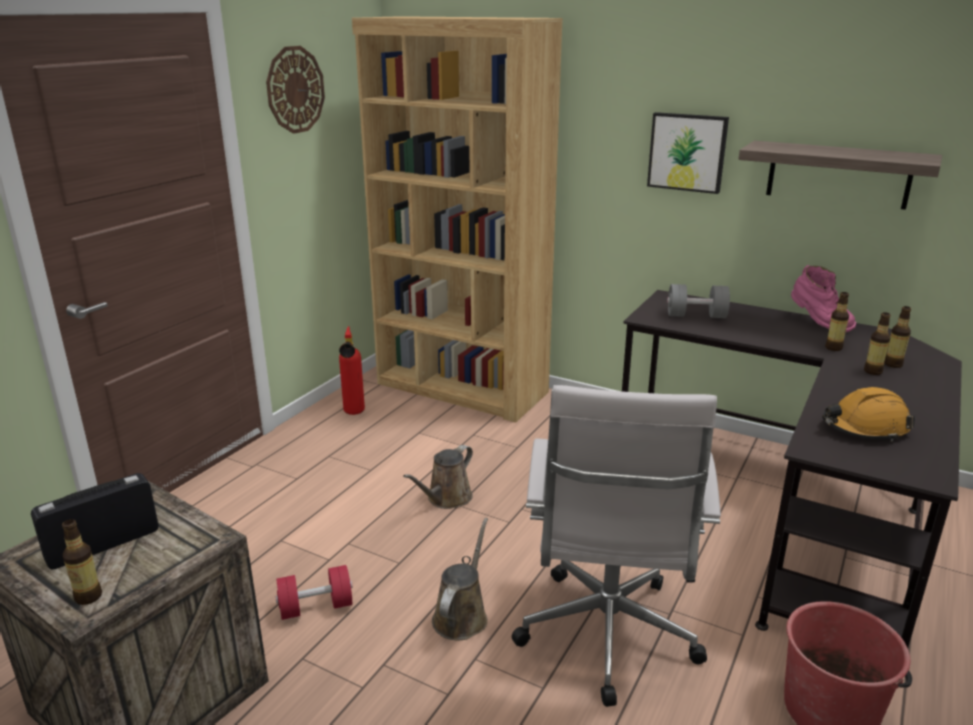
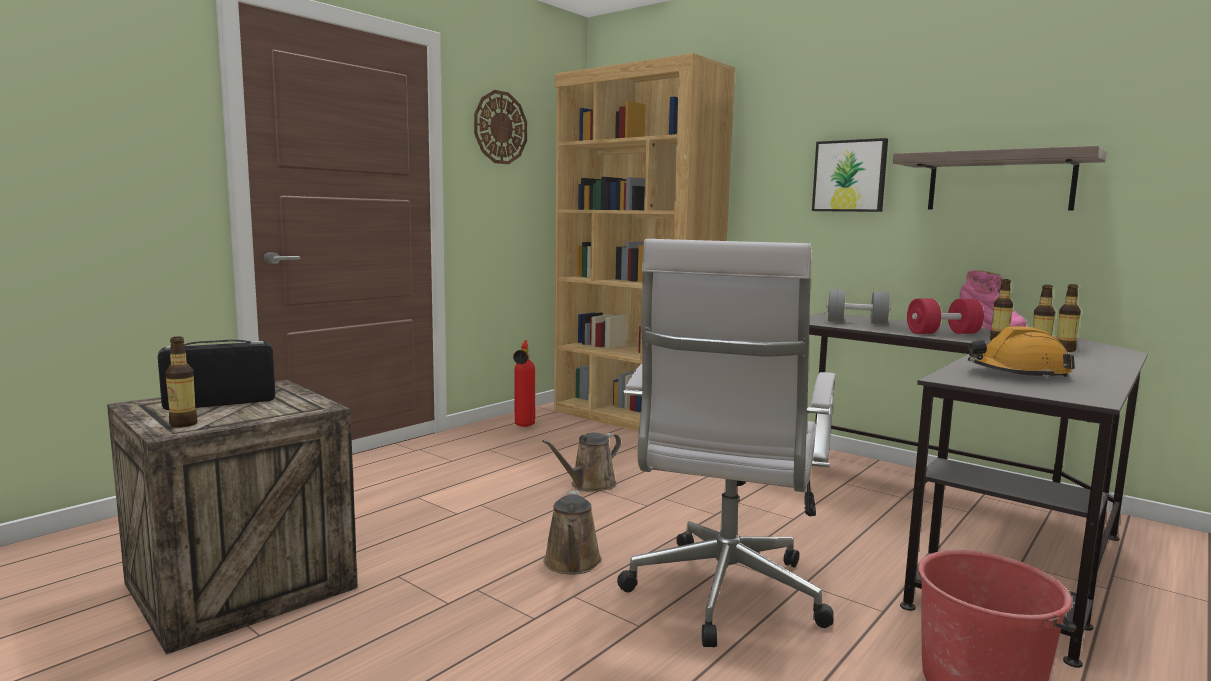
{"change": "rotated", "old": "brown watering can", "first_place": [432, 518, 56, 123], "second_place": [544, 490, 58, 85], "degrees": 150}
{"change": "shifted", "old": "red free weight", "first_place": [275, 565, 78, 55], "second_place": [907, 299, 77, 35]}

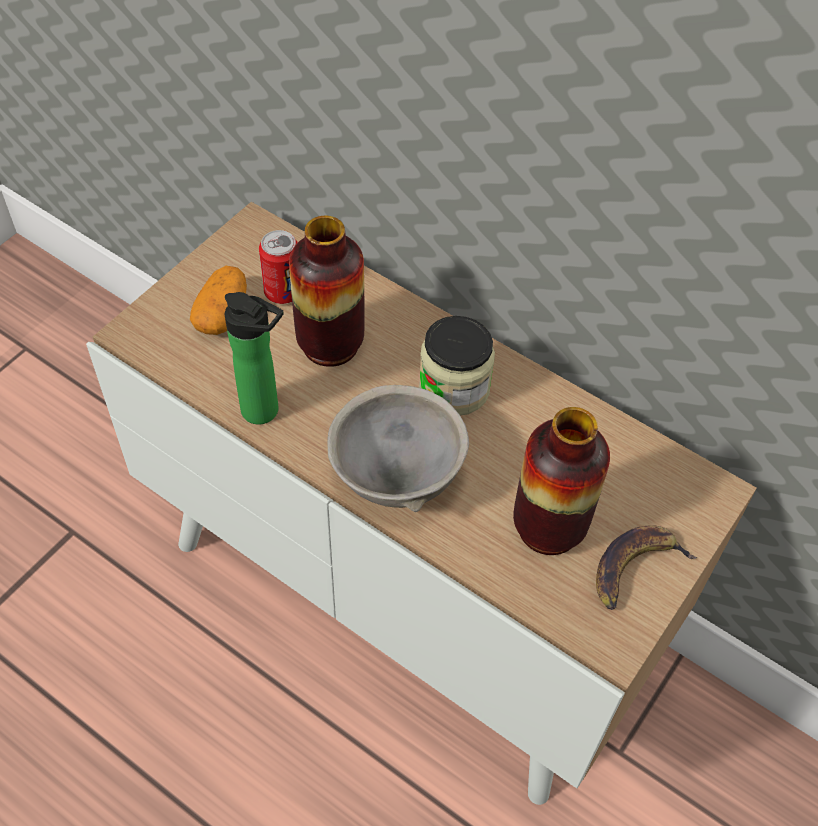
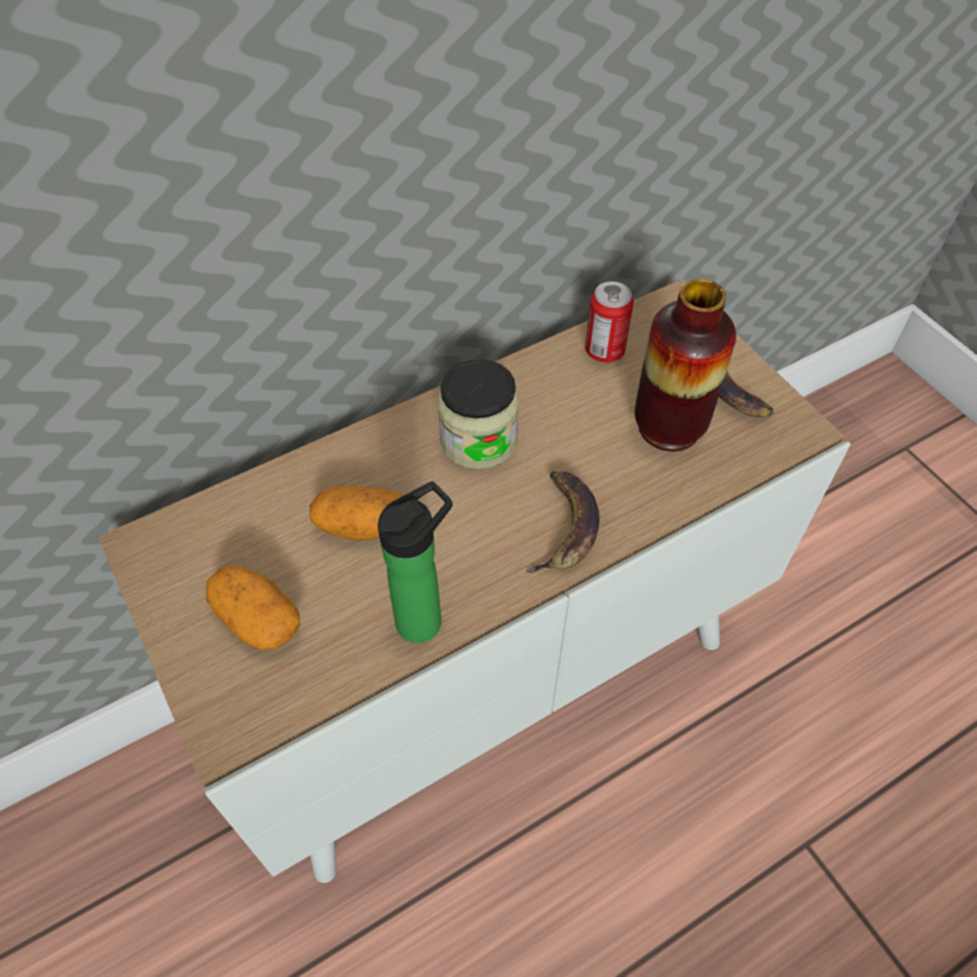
{"change": "swapped", "old": "decorative vase", "new": "potato", "first_place": [289, 216, 76, 151], "second_place": [310, 486, 94, 55]}
{"change": "swapped", "old": "greyish bowl", "new": "whole banana", "first_place": [327, 385, 142, 127], "second_place": [526, 471, 74, 102]}
{"change": "shifted", "old": "metal can", "first_place": [259, 230, 39, 74], "second_place": [585, 281, 49, 82]}

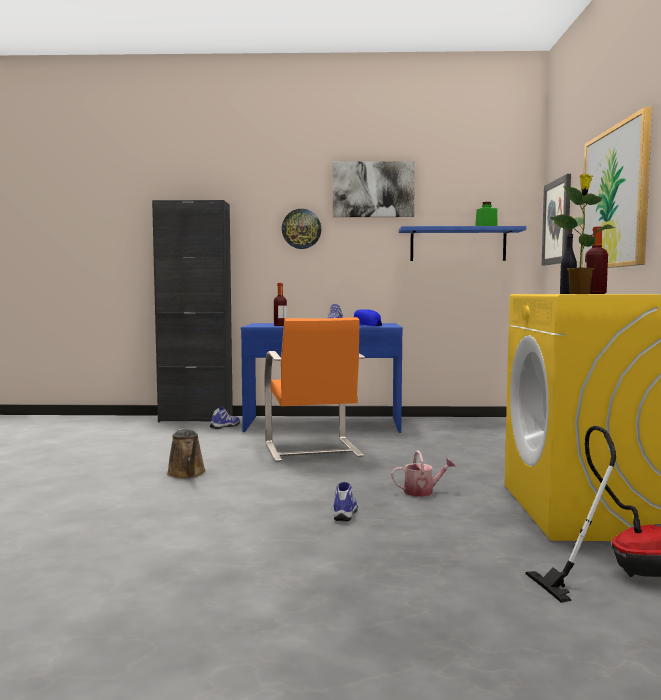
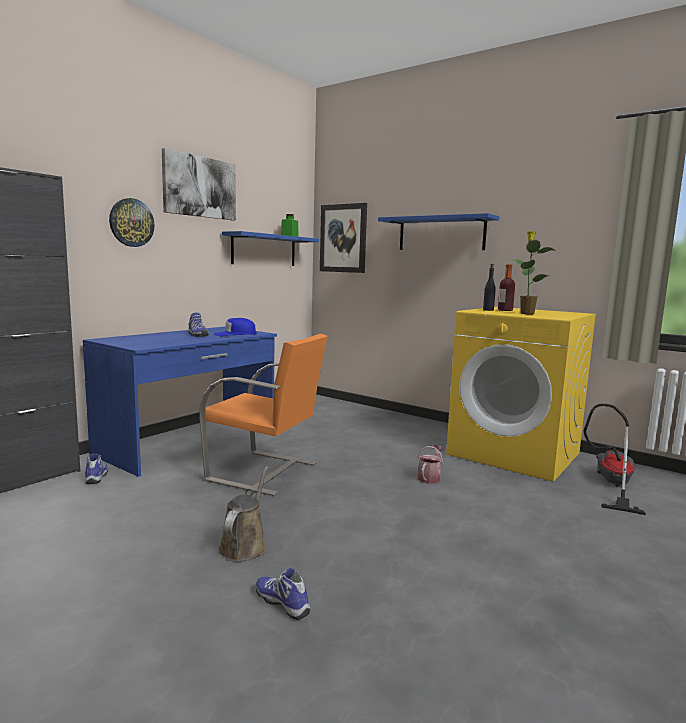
{"change": "rotated", "old": "brown watering can", "first_place": [167, 429, 39, 50], "second_place": [218, 466, 50, 96], "degrees": -90}
{"change": "shifted", "old": "low shoe", "first_place": [333, 482, 25, 39], "second_place": [256, 568, 54, 52]}
{"change": "swapped", "old": "wall picture", "new": "bluish wall shelf", "first_place": [581, 107, 71, 161], "second_place": [378, 213, 122, 37]}
{"change": "gone", "old": "bottle", "first_place": [274, 283, 13, 43]}

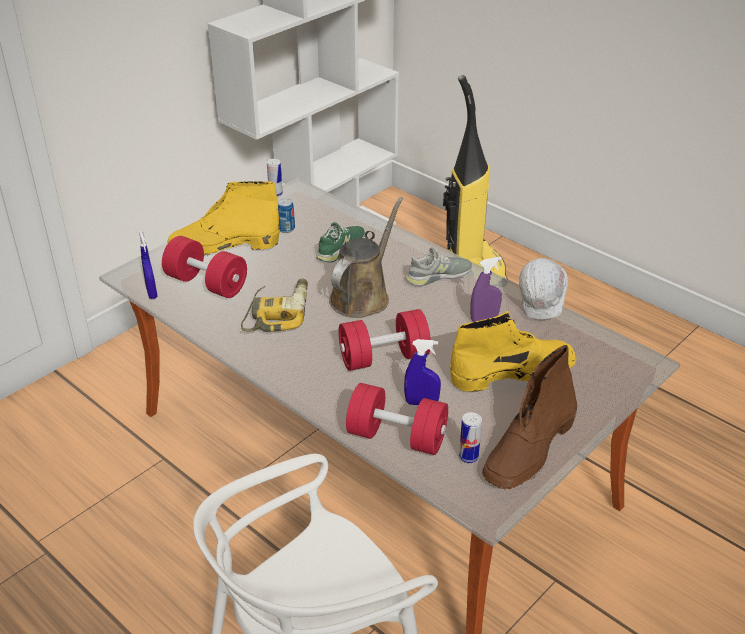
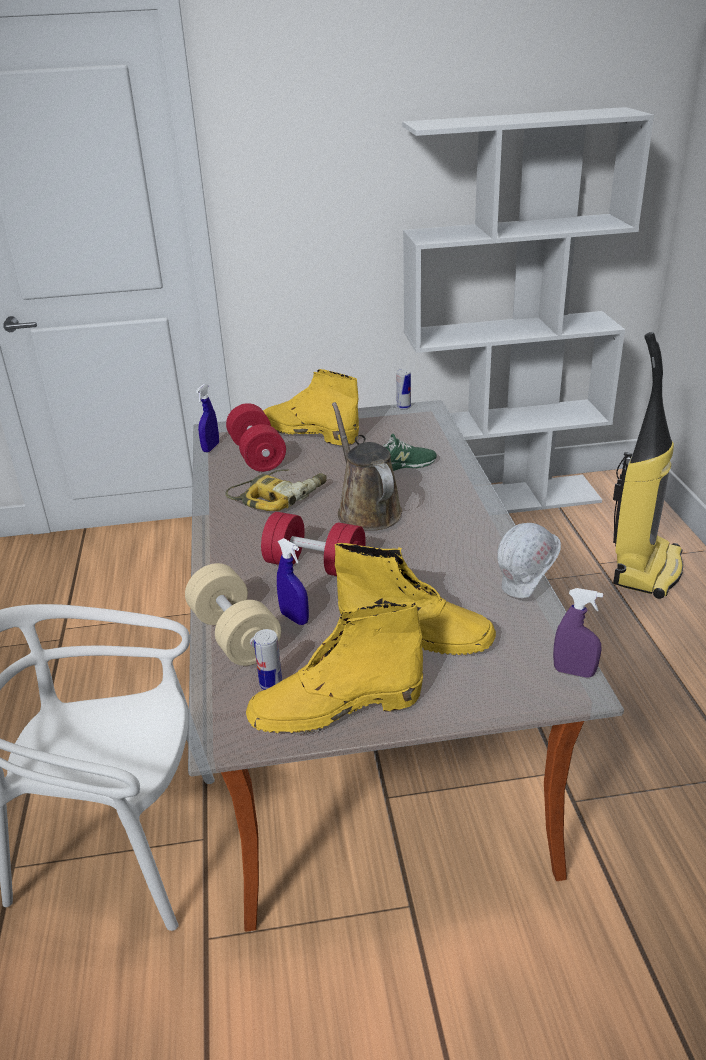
{"change": "repainted", "old": "red free weight", "new": "beige-coloured free weight", "first_place": [346, 383, 102, 72], "second_place": [185, 563, 96, 103]}
{"change": "repainted", "old": "brown high-top boot", "new": "yellow high-top boot", "first_place": [482, 345, 95, 144], "second_place": [246, 602, 177, 133]}
{"change": "rotated", "old": "brown watering can", "first_place": [329, 197, 74, 121], "second_place": [332, 402, 70, 129], "degrees": -90}
{"change": "shifted", "old": "purple hand sprayer", "first_place": [470, 257, 32, 65], "second_place": [553, 588, 50, 90]}
{"change": "gone", "old": "metal can", "first_place": [278, 198, 17, 35]}
{"change": "gone", "old": "greyish low shoe", "first_place": [406, 247, 66, 39]}

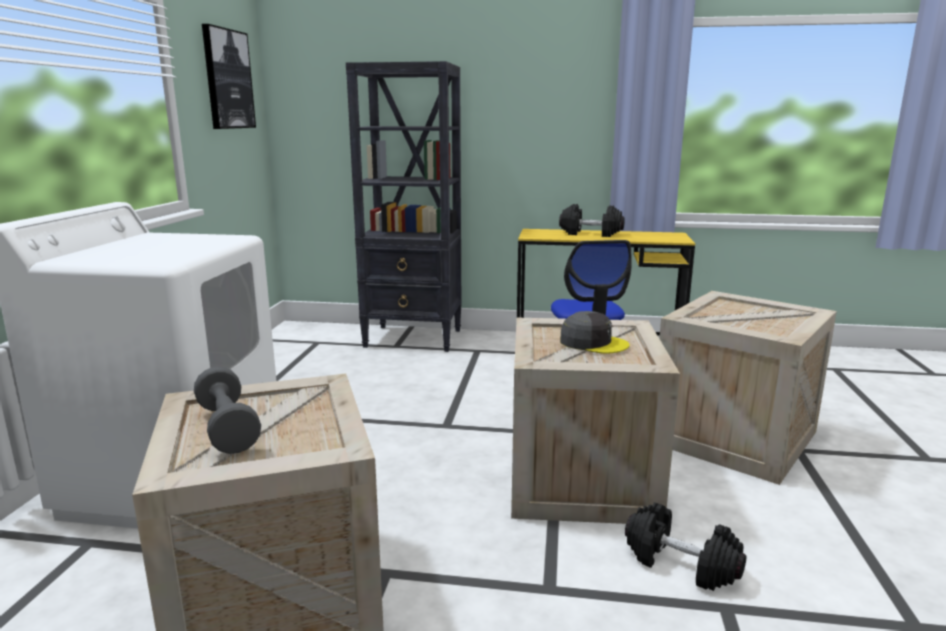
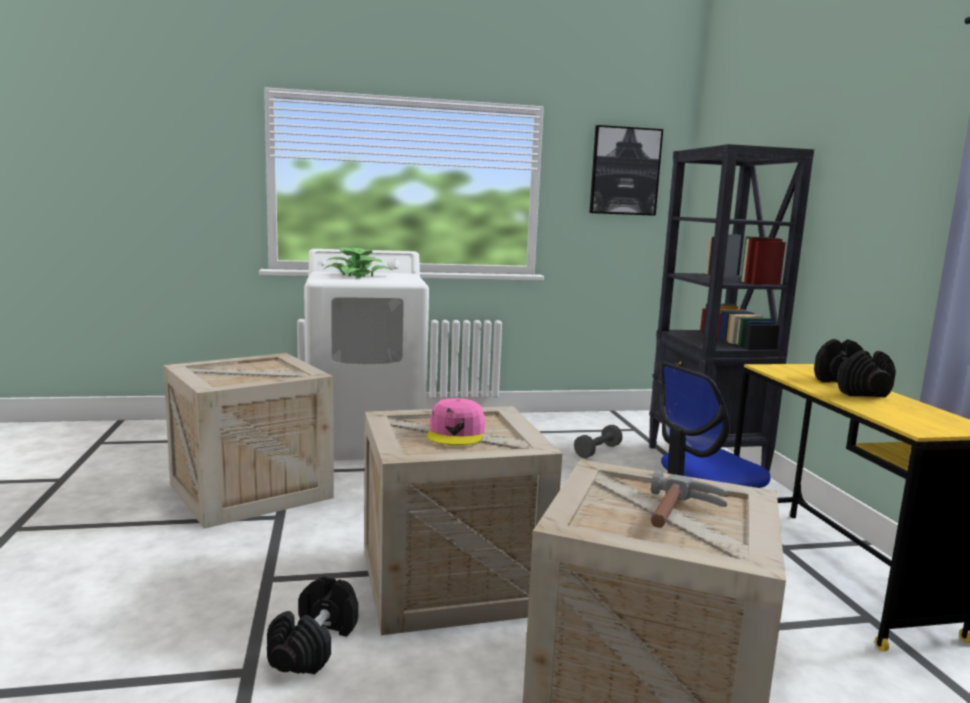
{"change": "new", "new": "plant in a pot", "second_place": [324, 248, 69, 30]}
{"change": "repainted", "old": "greyish peaked cap", "new": "pinkish peaked cap", "first_place": [560, 311, 70, 43], "second_place": [427, 398, 58, 47]}
{"change": "shifted", "old": "greyish free weight", "first_place": [194, 367, 67, 87], "second_place": [574, 425, 49, 33]}
{"change": "new", "new": "hammer", "second_place": [651, 470, 78, 58]}

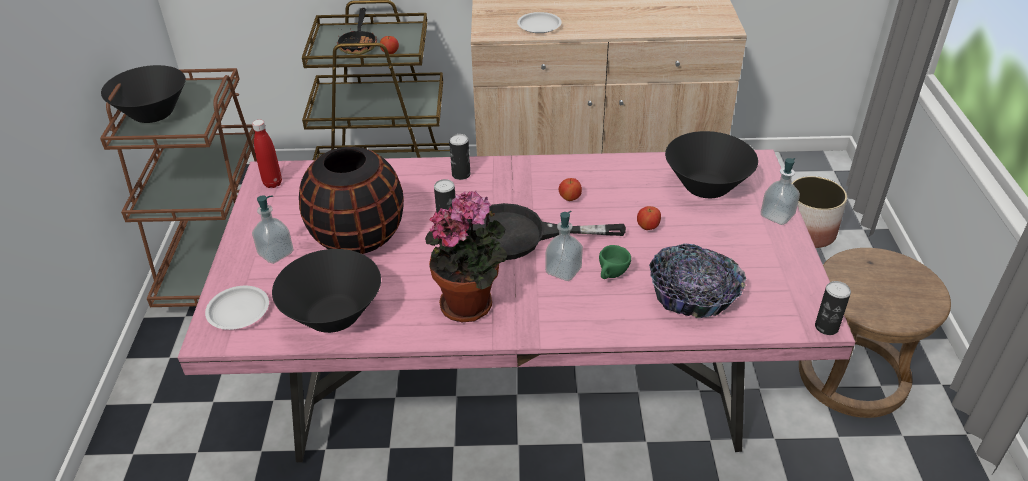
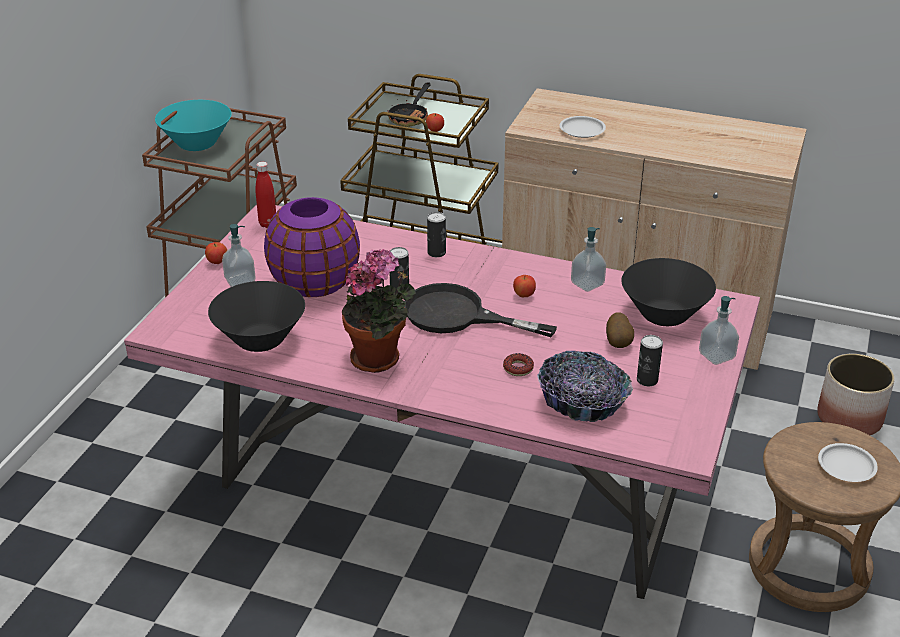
{"change": "repainted", "old": "blackish bowl", "new": "turquoise-coloured bowl", "first_place": [101, 65, 85, 58], "second_place": [155, 100, 77, 51]}
{"change": "shifted", "old": "apple", "first_place": [637, 206, 24, 24], "second_place": [205, 242, 22, 22]}
{"change": "repainted", "old": "blackish decorative vase", "new": "purple decorative vase", "first_place": [299, 147, 105, 107], "second_place": [264, 197, 96, 100]}
{"change": "swapped", "old": "green-coloured cup", "new": "doughnut", "first_place": [599, 245, 32, 34], "second_place": [503, 353, 31, 23]}
{"change": "shifted", "old": "soap bottle", "first_place": [545, 211, 38, 70], "second_place": [571, 227, 35, 65]}
{"change": "new", "new": "potato", "second_place": [606, 313, 28, 35]}
{"change": "shifted", "old": "metal can", "first_place": [815, 281, 36, 54], "second_place": [637, 335, 26, 51]}
{"change": "shifted", "old": "white plate", "first_place": [205, 286, 64, 44], "second_place": [818, 443, 60, 39]}

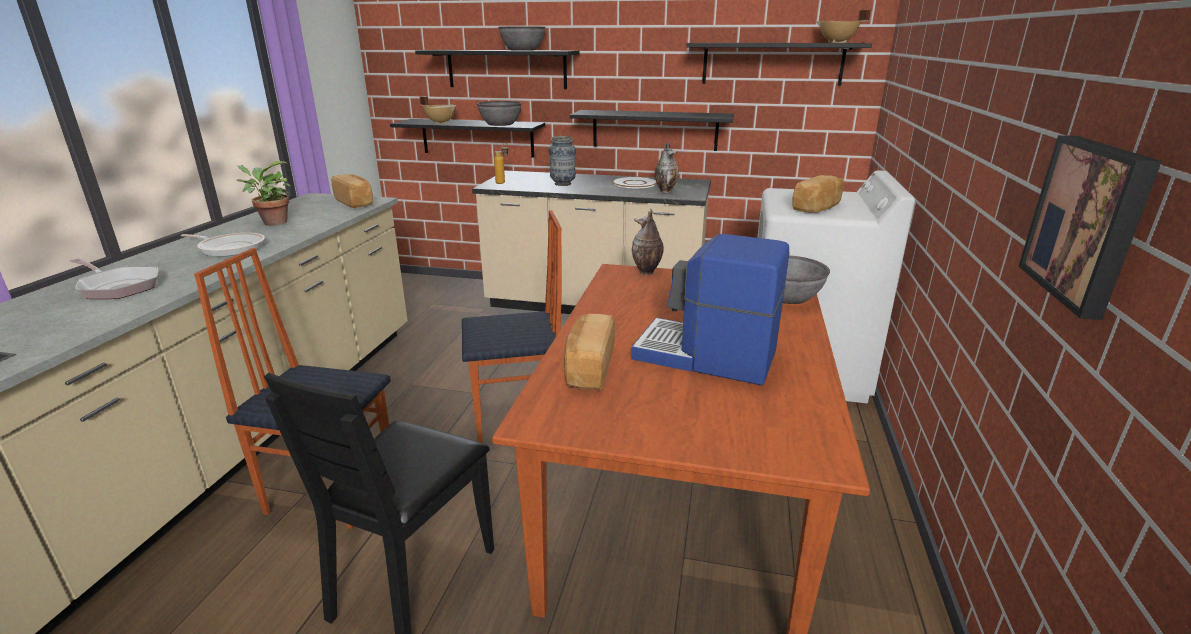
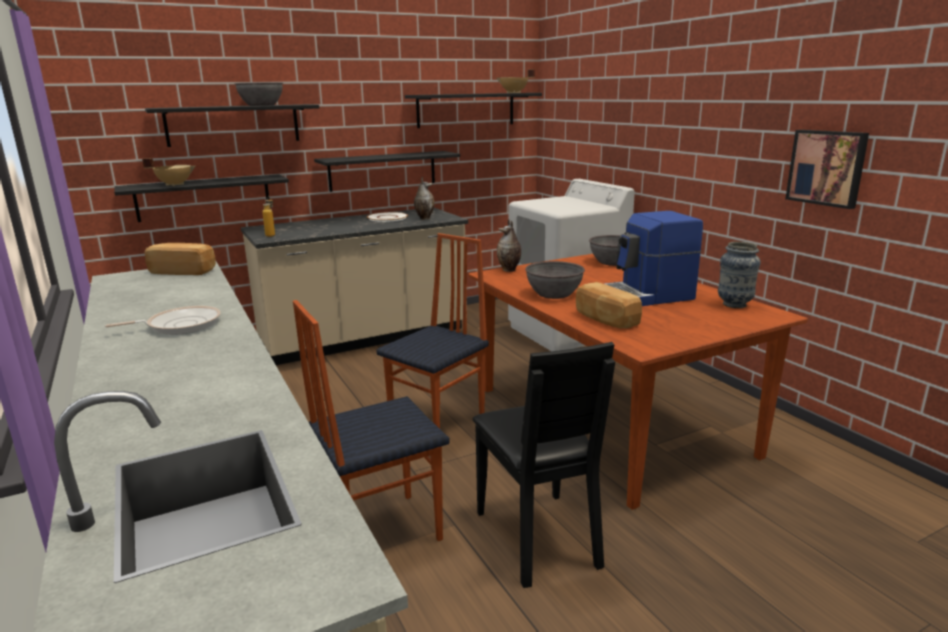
{"change": "shifted", "old": "greyish bowl", "first_place": [477, 101, 45, 25], "second_place": [525, 261, 60, 38]}
{"change": "shifted", "old": "decorative vase", "first_place": [548, 136, 28, 50], "second_place": [718, 242, 43, 66]}
{"change": "gone", "old": "frying pan", "first_place": [70, 258, 89, 41]}
{"change": "gone", "old": "plant in a pot", "first_place": [237, 161, 54, 65]}
{"change": "gone", "old": "bakery bread", "first_place": [792, 175, 52, 38]}

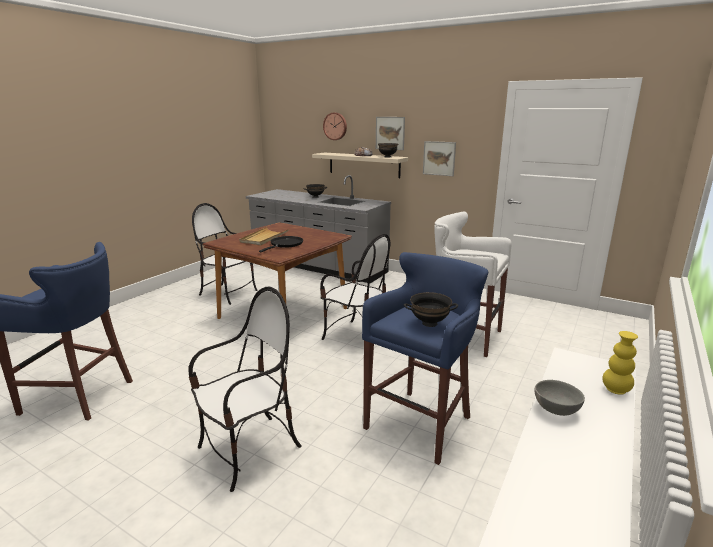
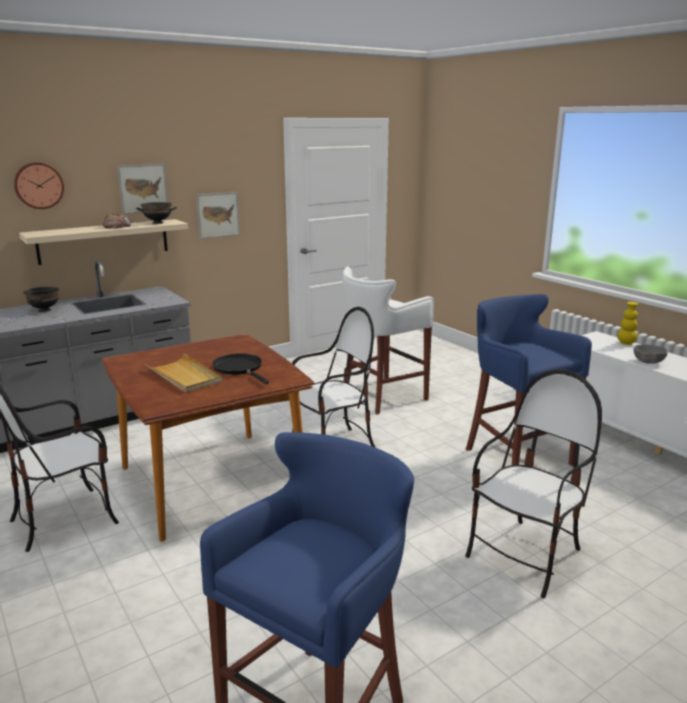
{"change": "rotated", "old": "plain chair", "first_place": [189, 287, 113, 205], "second_place": [465, 369, 137, 230], "degrees": 60}
{"change": "gone", "old": "blackish bowl", "first_place": [404, 292, 54, 35]}

